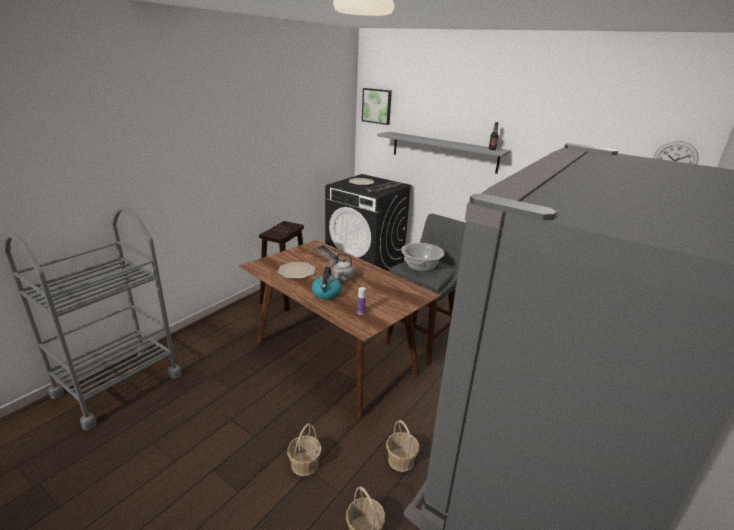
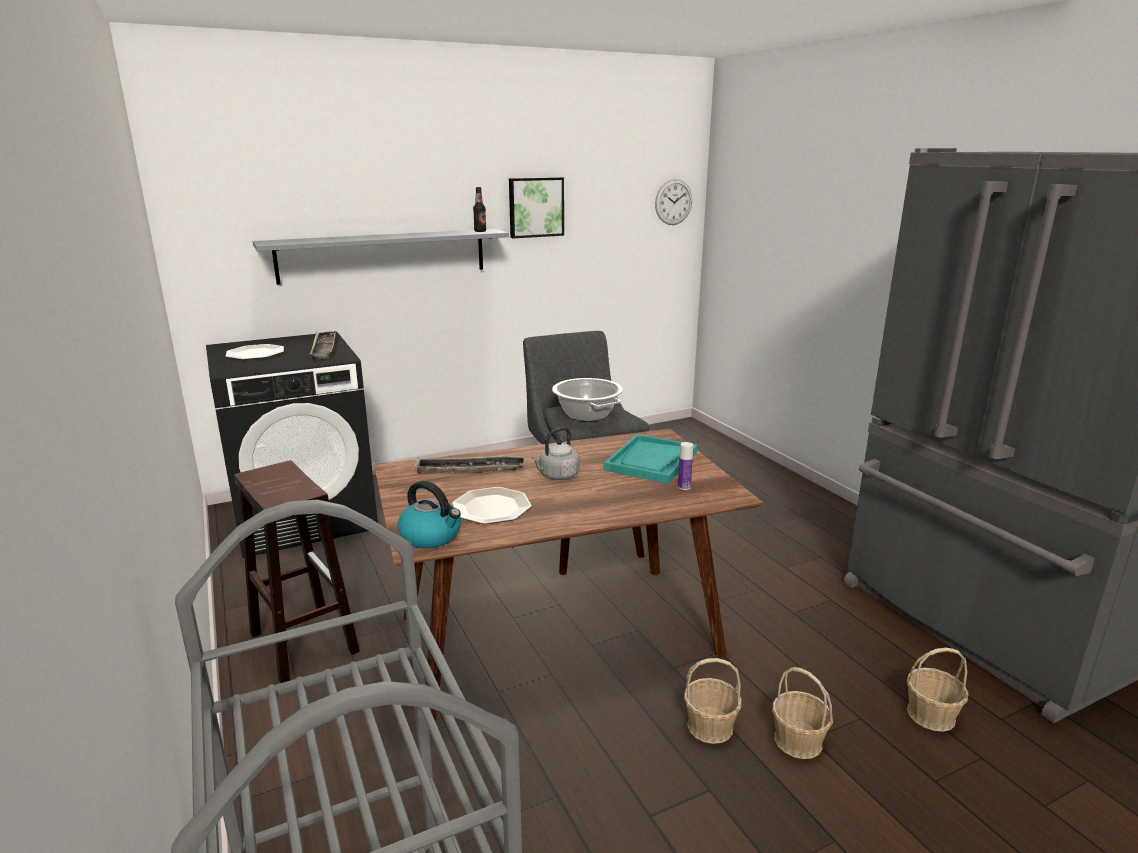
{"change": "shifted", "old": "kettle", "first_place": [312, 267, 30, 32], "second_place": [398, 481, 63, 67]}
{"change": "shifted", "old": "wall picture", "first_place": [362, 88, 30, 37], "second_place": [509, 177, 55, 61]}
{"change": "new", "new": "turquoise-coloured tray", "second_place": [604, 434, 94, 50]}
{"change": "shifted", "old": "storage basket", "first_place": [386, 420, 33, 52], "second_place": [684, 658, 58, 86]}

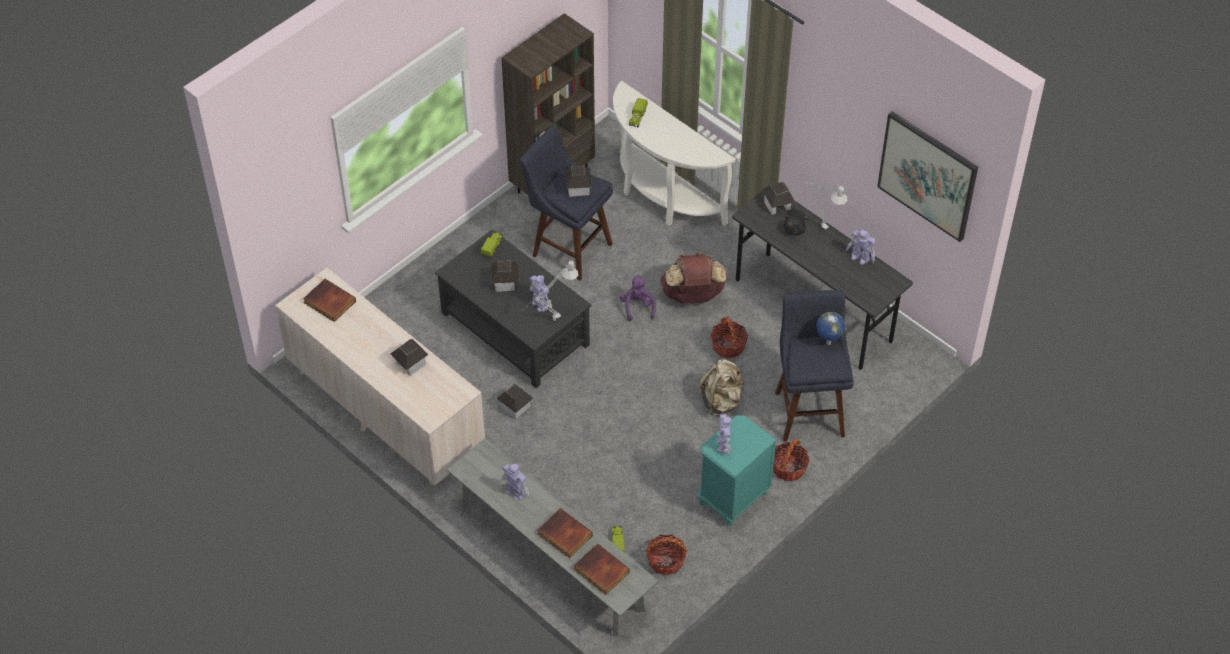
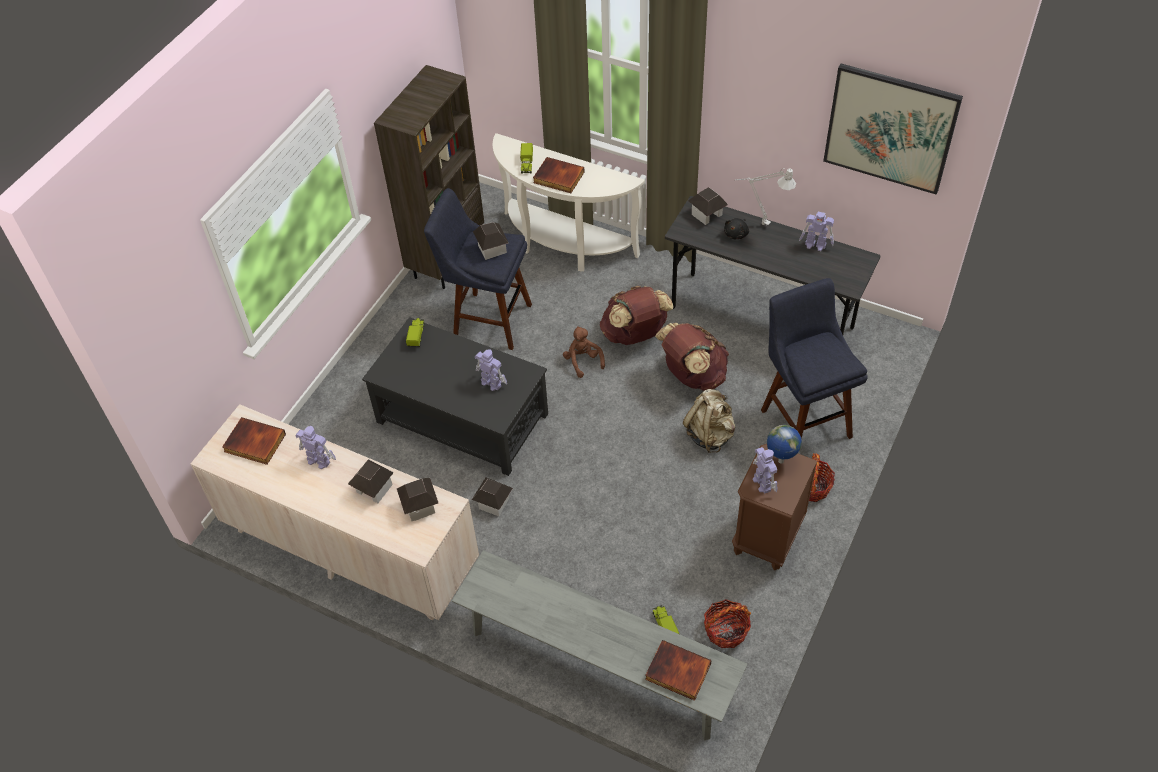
{"change": "shifted", "old": "robot figure", "first_place": [502, 464, 28, 36], "second_place": [295, 426, 41, 43]}
{"change": "shifted", "old": "miniature house", "first_place": [491, 261, 27, 31], "second_place": [397, 478, 41, 43]}
{"change": "shifted", "old": "bound book", "first_place": [538, 508, 55, 50], "second_place": [533, 157, 51, 36]}
{"change": "repainted", "old": "purple cuddly toy", "new": "brown cuddly toy", "first_place": [620, 275, 36, 46], "second_place": [563, 326, 42, 52]}
{"change": "swapped", "old": "storage basket", "new": "brown backpack", "first_place": [711, 316, 37, 42], "second_place": [655, 323, 74, 68]}
{"change": "repainted", "old": "turquoise-coloured night table", "new": "brown night table", "first_place": [698, 415, 79, 111], "second_place": [732, 444, 85, 126]}
{"change": "shifted", "old": "globe", "first_place": [816, 312, 29, 33], "second_place": [767, 425, 35, 39]}
{"change": "gone", "old": "greyish table lamp", "first_place": [521, 261, 57, 60]}

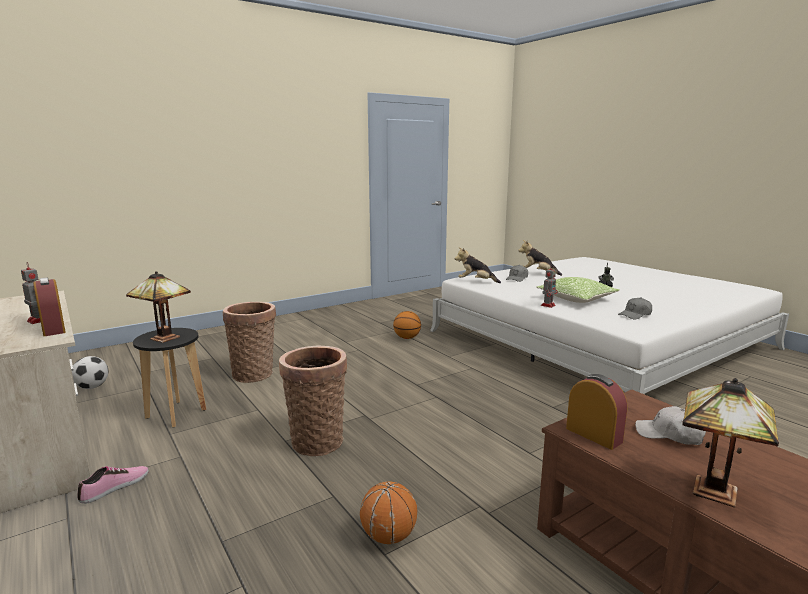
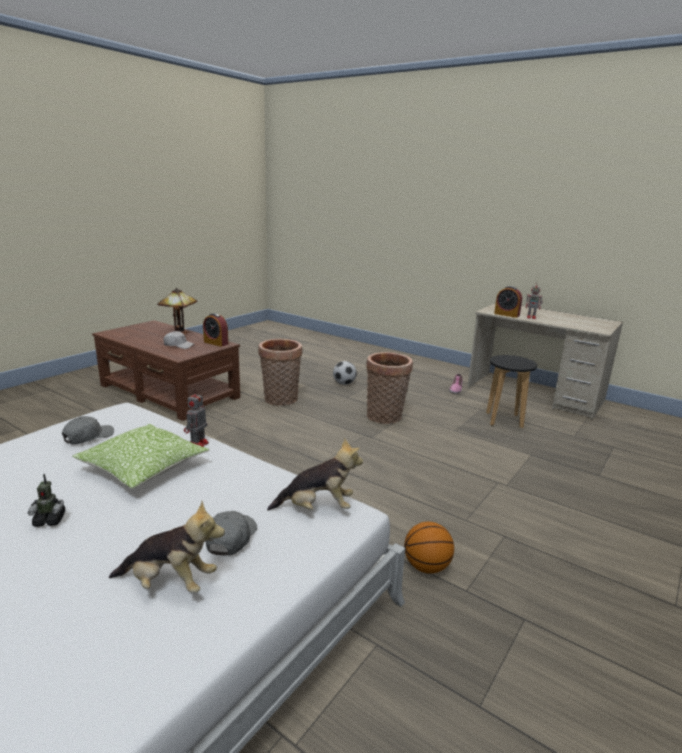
{"change": "shifted", "old": "storage basket", "first_place": [223, 302, 53, 81], "second_place": [259, 339, 43, 67]}
{"change": "shifted", "old": "football ball", "first_place": [72, 356, 36, 33], "second_place": [333, 361, 24, 24]}
{"change": "gone", "old": "table lamp", "first_place": [126, 271, 65, 72]}
{"change": "gone", "old": "basketball ball", "first_place": [360, 481, 57, 63]}

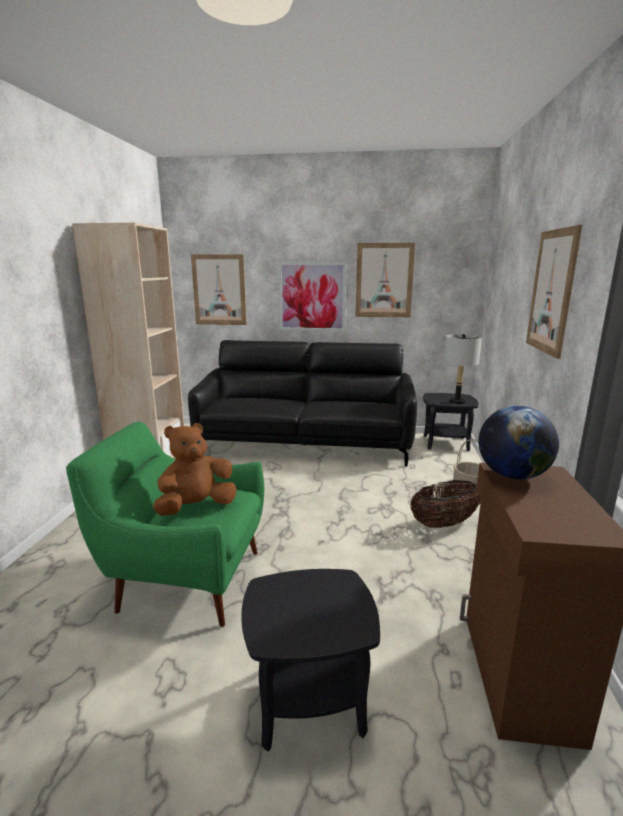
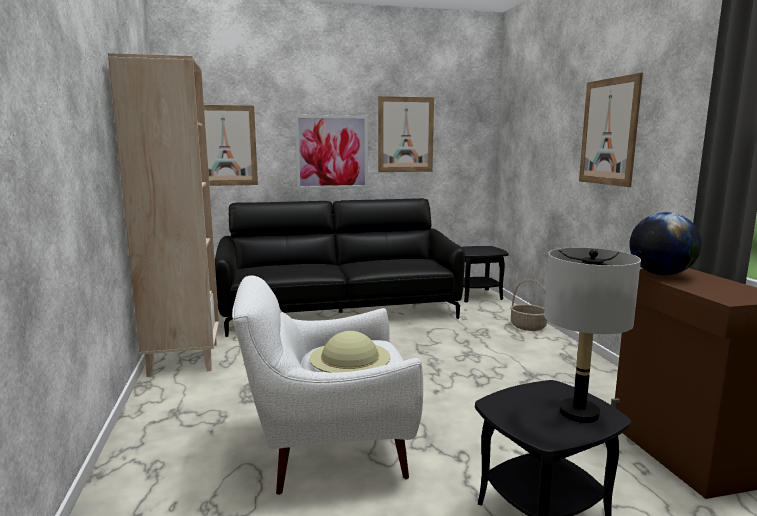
{"change": "repainted", "old": "green-coloured armchair", "new": "white armchair", "first_place": [66, 422, 198, 205], "second_place": [232, 275, 191, 220]}
{"change": "swapped", "old": "brown cuddly toy", "new": "beige-coloured hat", "first_place": [153, 423, 84, 93], "second_place": [310, 331, 80, 41]}
{"change": "shifted", "old": "greyish table lamp", "first_place": [444, 334, 38, 70], "second_place": [544, 248, 97, 175]}
{"change": "gone", "old": "storage basket", "first_place": [410, 480, 71, 48]}

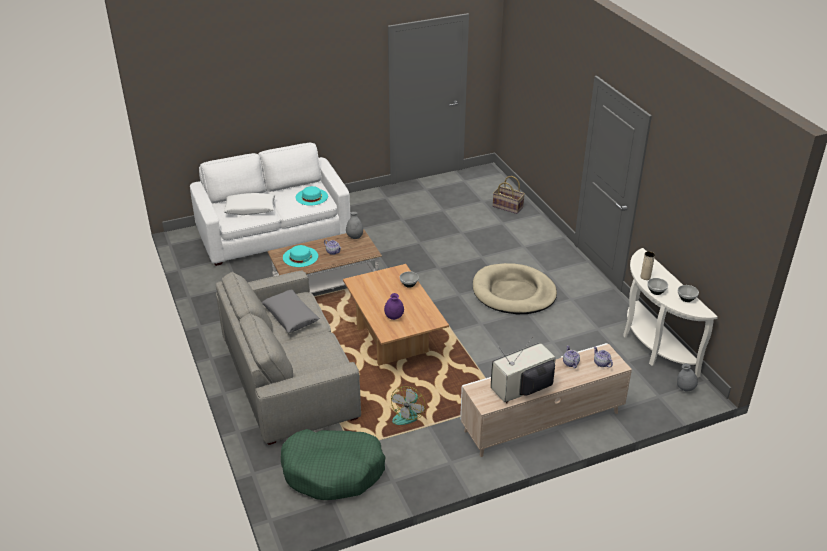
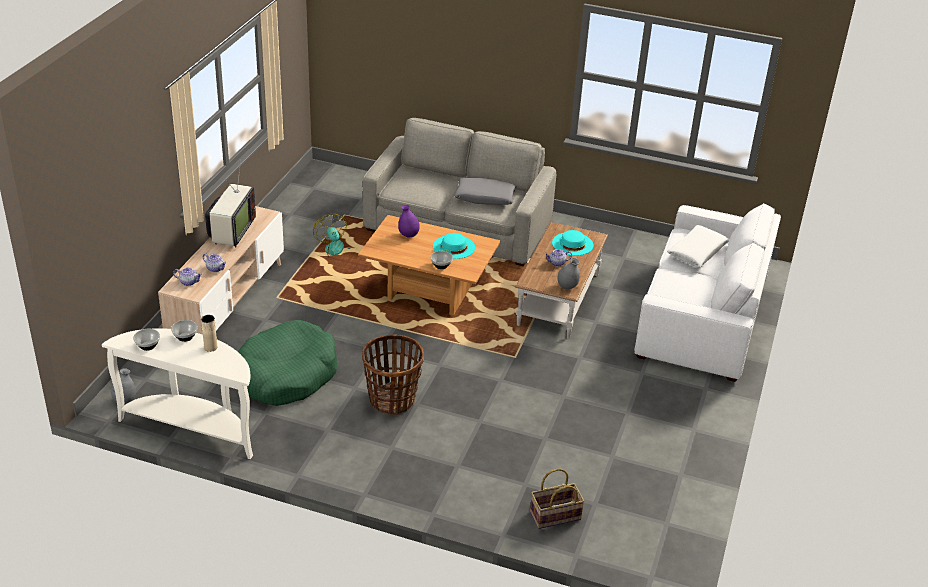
{"change": "shifted", "old": "green-coloured pet bed", "first_place": [281, 429, 105, 71], "second_place": [237, 320, 100, 86]}
{"change": "swapped", "old": "beige-coloured pet bed", "new": "storage basket", "first_place": [473, 263, 84, 51], "second_place": [362, 335, 62, 80]}
{"change": "shifted", "old": "turquoise-coloured hat", "first_place": [296, 186, 32, 20], "second_place": [433, 233, 42, 26]}

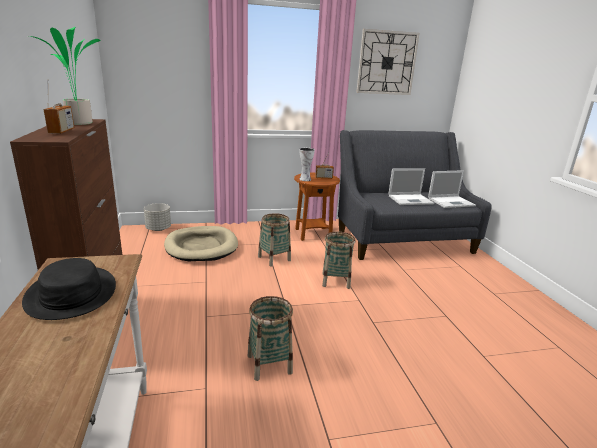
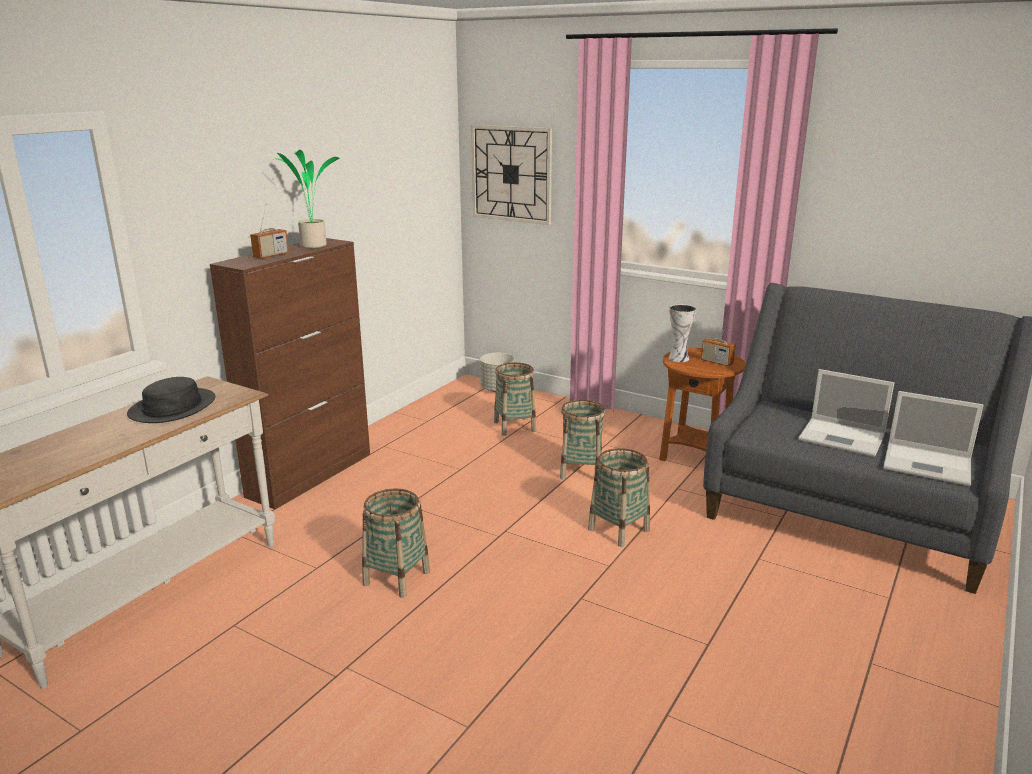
{"change": "shifted", "old": "hanging clock", "first_place": [356, 29, 64, 66], "second_place": [471, 125, 81, 100]}
{"change": "swapped", "old": "beige-coloured pet bed", "new": "storage basket", "first_place": [164, 226, 74, 36], "second_place": [494, 362, 42, 74]}

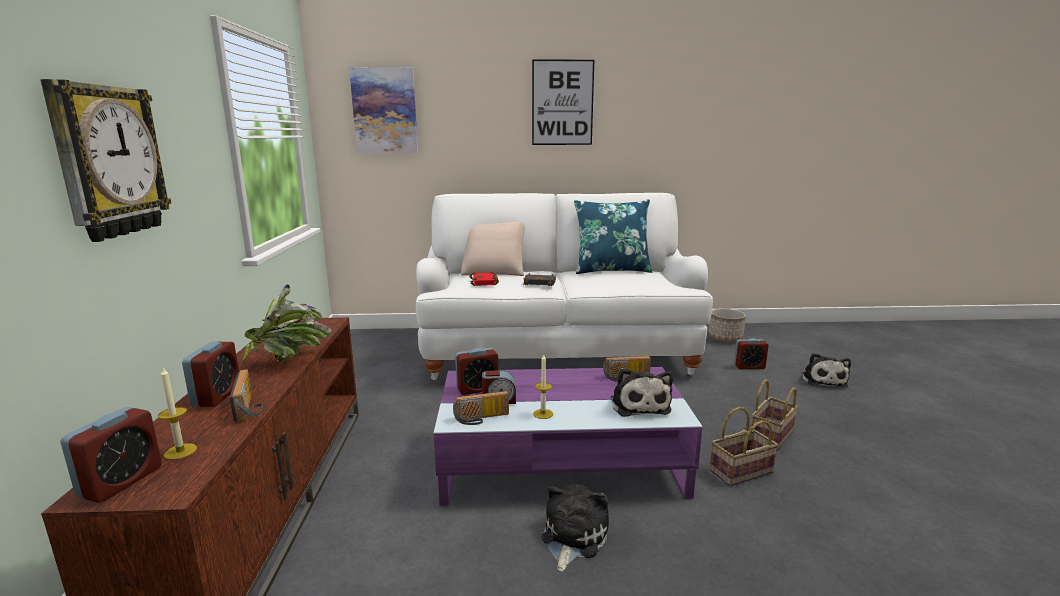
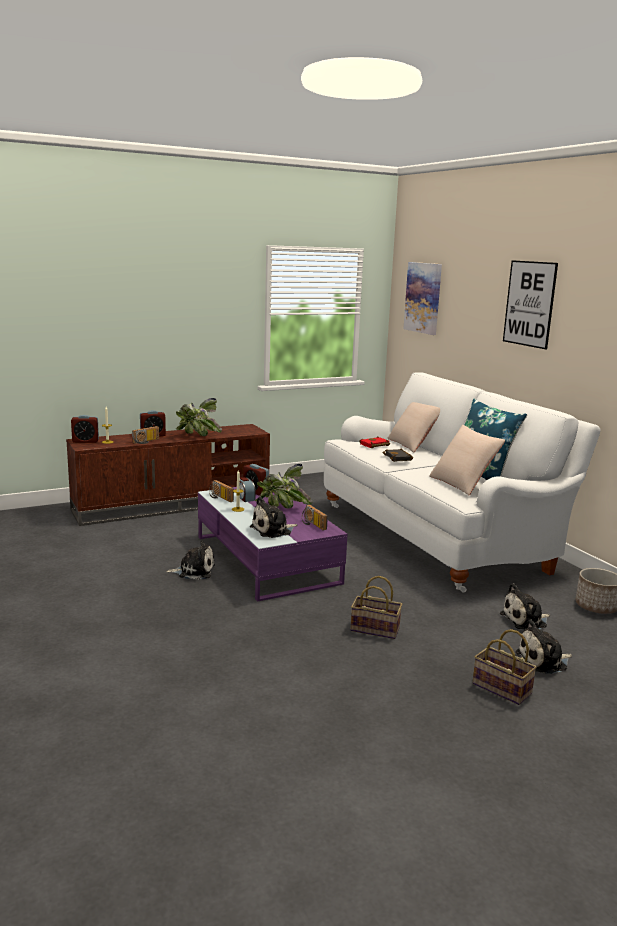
{"change": "new", "new": "plant in a pot", "second_place": [255, 464, 58, 44]}
{"change": "new", "new": "beige-coloured cushion", "second_place": [429, 425, 76, 70]}
{"change": "shifted", "old": "storage basket", "first_place": [710, 407, 68, 79], "second_place": [472, 629, 65, 76]}
{"change": "swapped", "old": "bedside clock", "new": "cuddly toy", "first_place": [734, 338, 35, 31], "second_place": [500, 583, 50, 47]}
{"change": "gone", "old": "hanging clock", "first_place": [40, 79, 132, 163]}

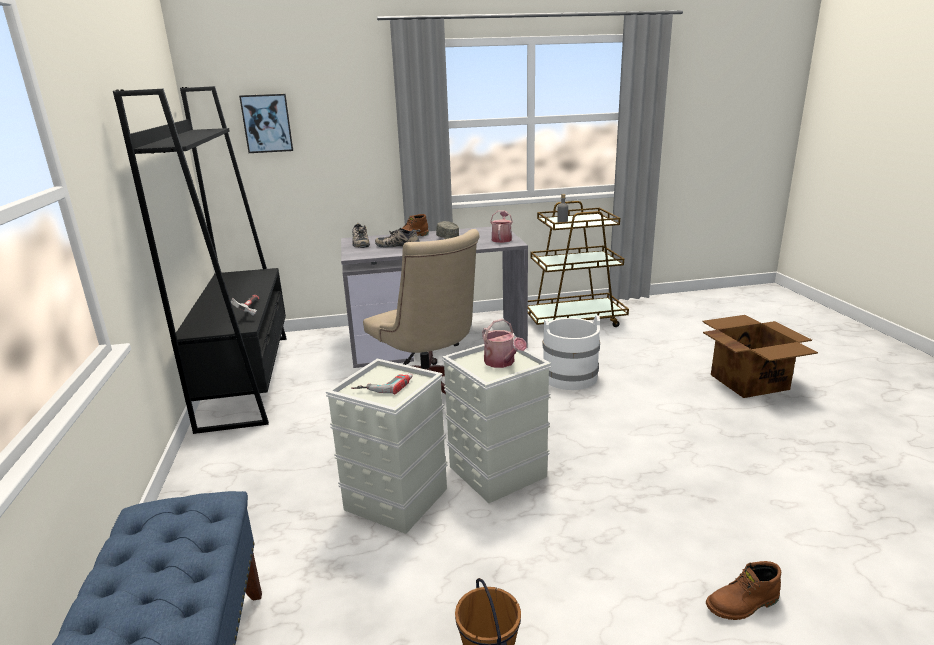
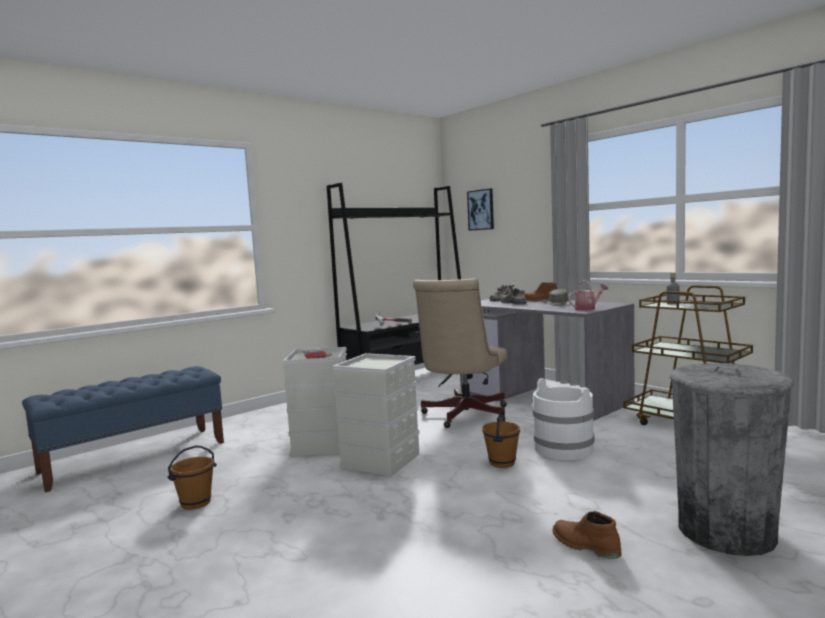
{"change": "new", "new": "brown pail", "second_place": [482, 410, 38, 58]}
{"change": "shifted", "old": "brown high-top boot", "first_place": [706, 561, 75, 59], "second_place": [553, 511, 68, 48]}
{"change": "swapped", "old": "cardboard box", "new": "greyish rubbish bin", "first_place": [702, 315, 116, 83], "second_place": [670, 363, 124, 193]}
{"change": "gone", "old": "watering can", "first_place": [482, 319, 45, 49]}

